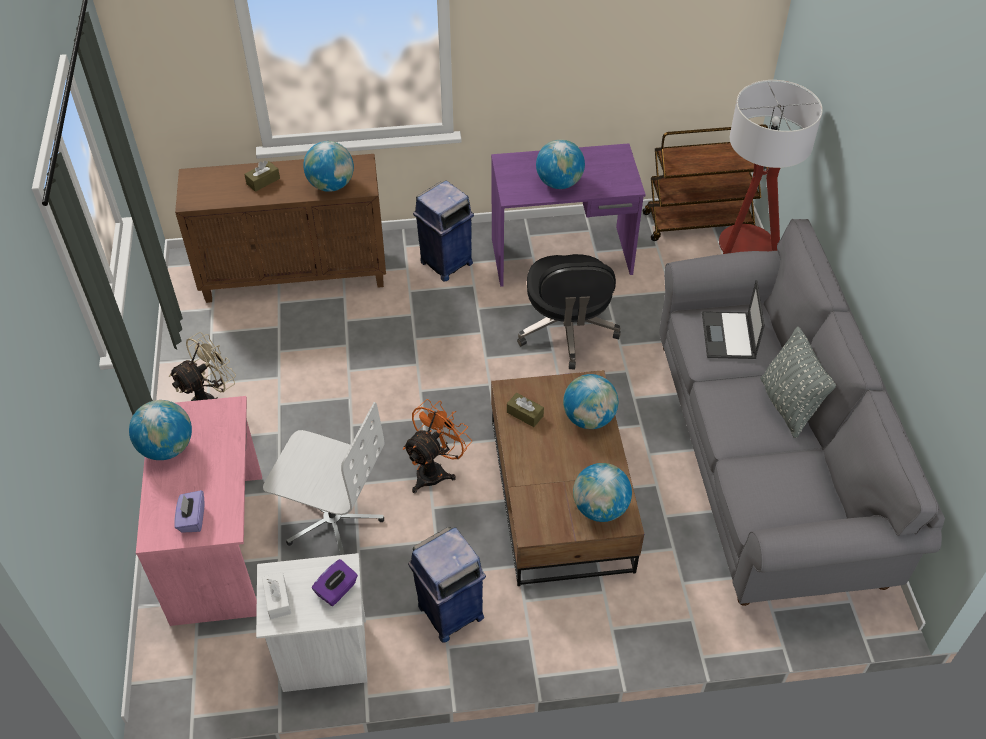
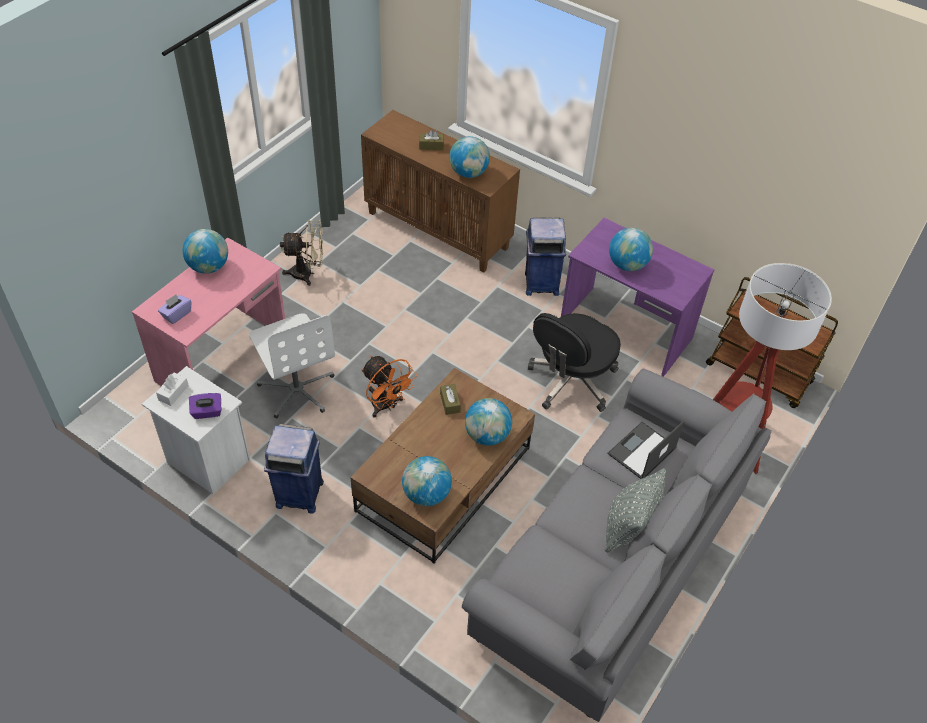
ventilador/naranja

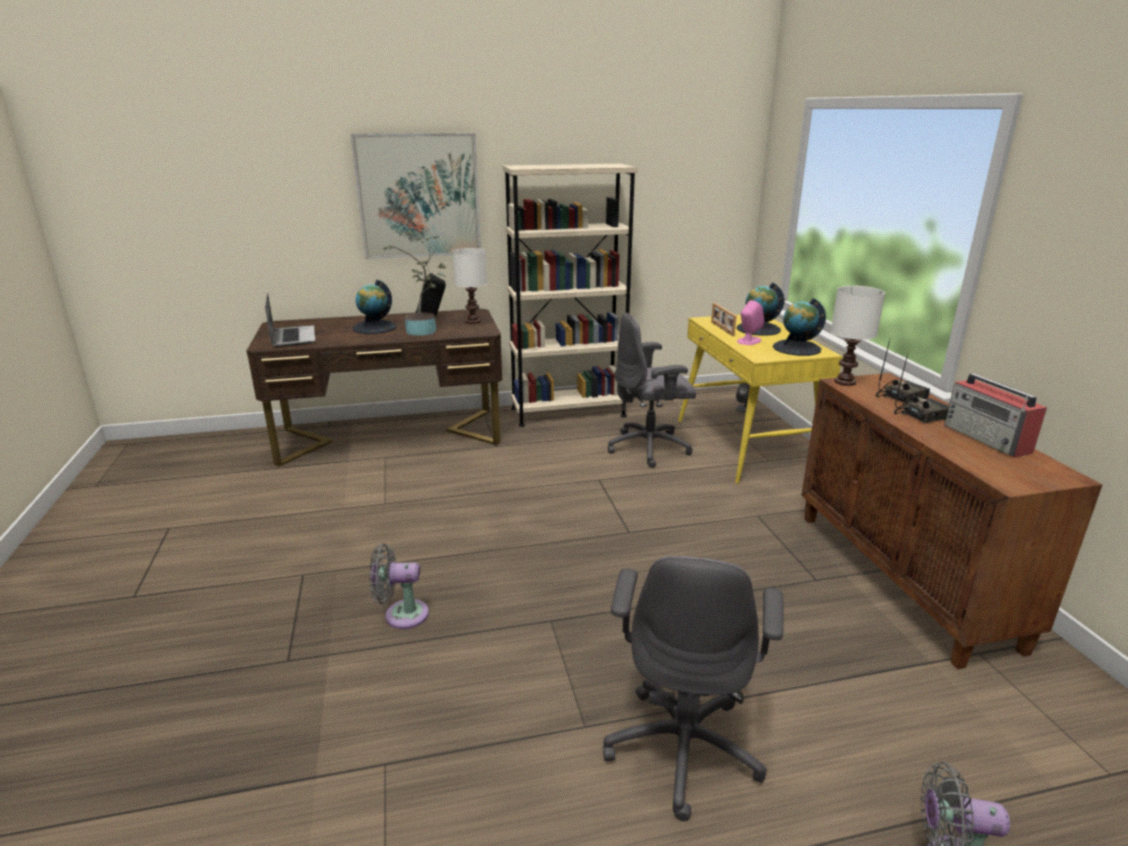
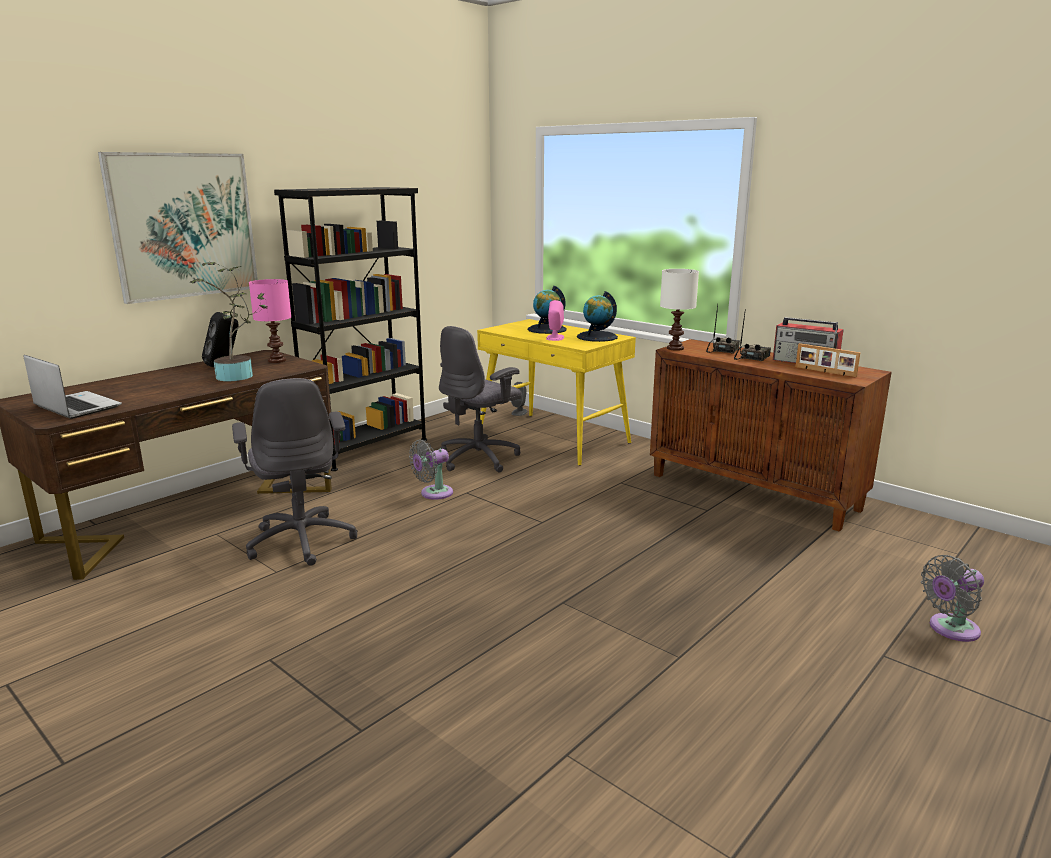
globo terráqueo (1st from left in the first image)
ventilador/gris (1st from left)
silla de oficina/gris (1st from left)
portarretratos
lámpara de mesa/rosa
estantería/negro

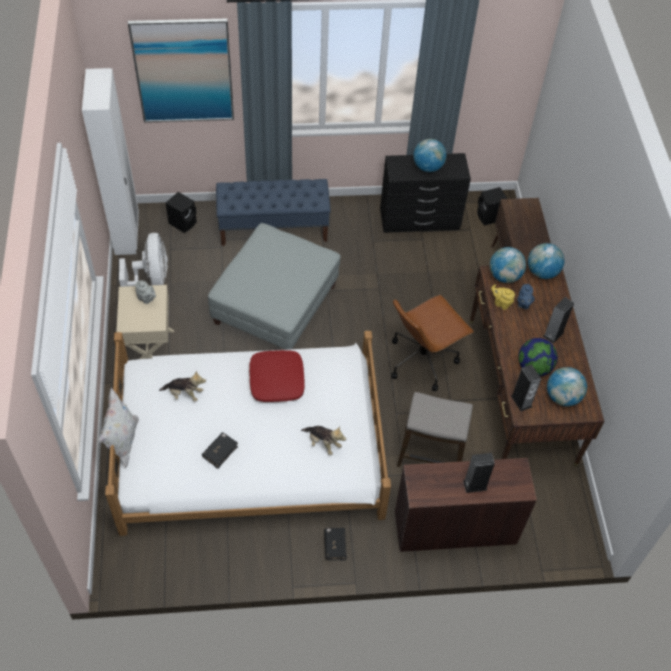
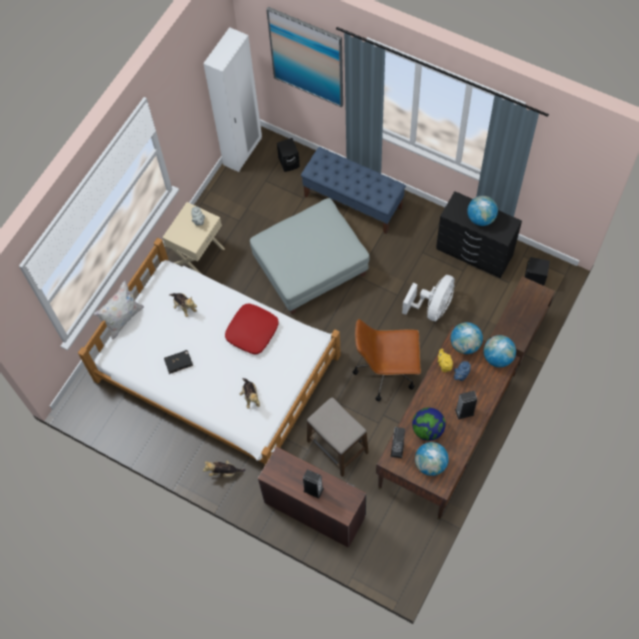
ventilador/blanco
peluche (2nd from left)

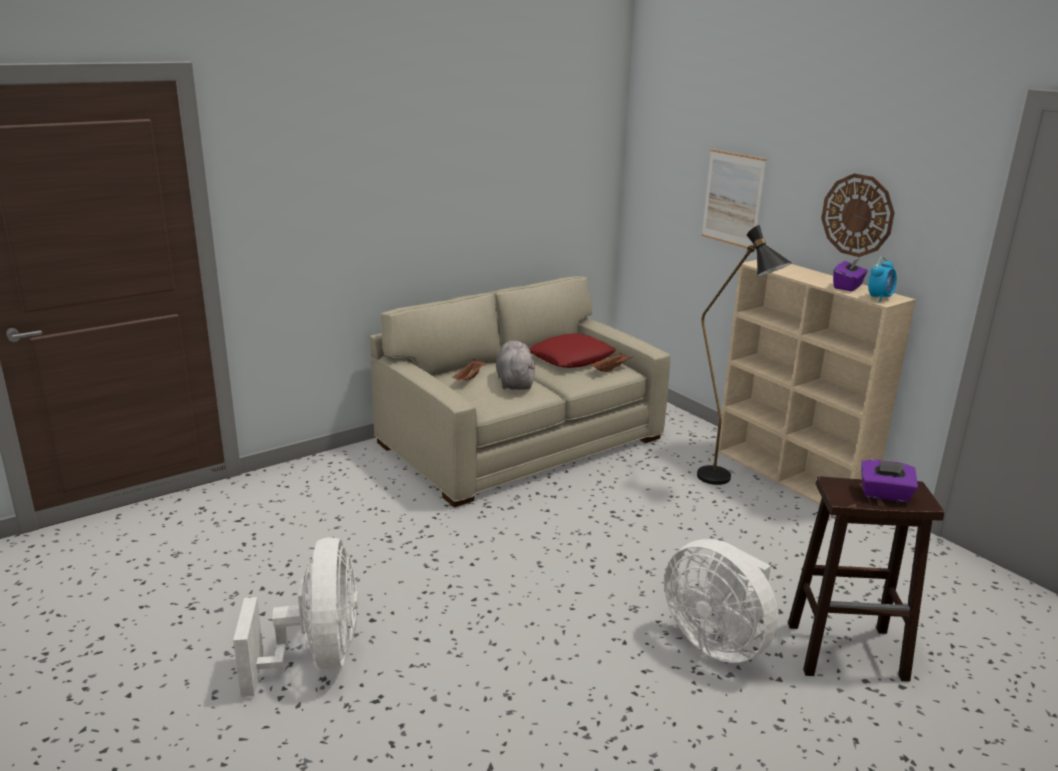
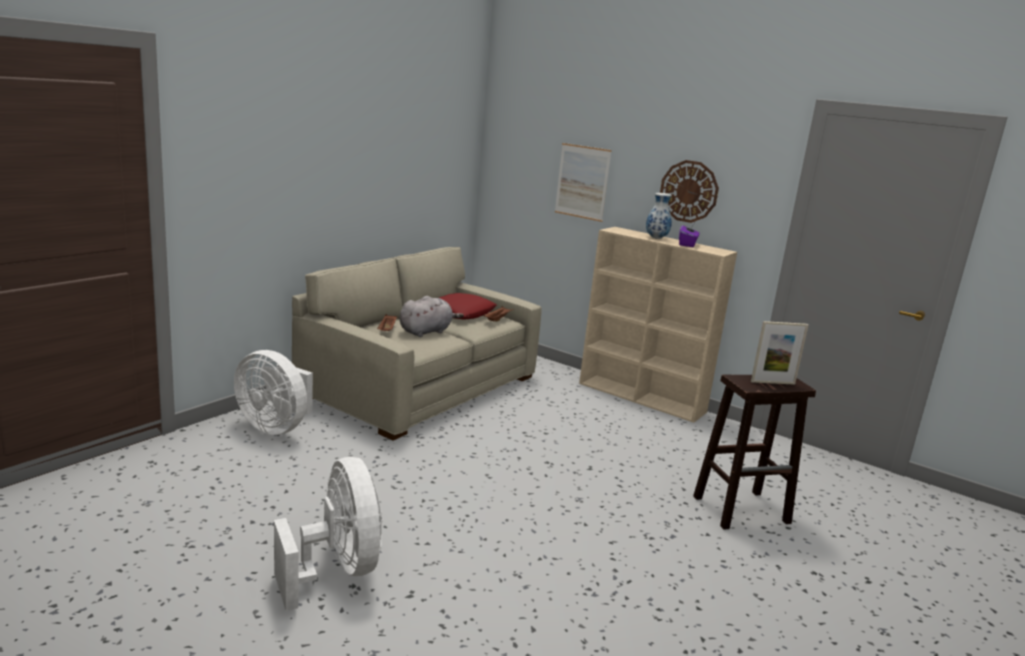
lámpara de pie/negro
despertador
florero
ventilador/blanco (1st from left)
portarretratos
peluche/gris

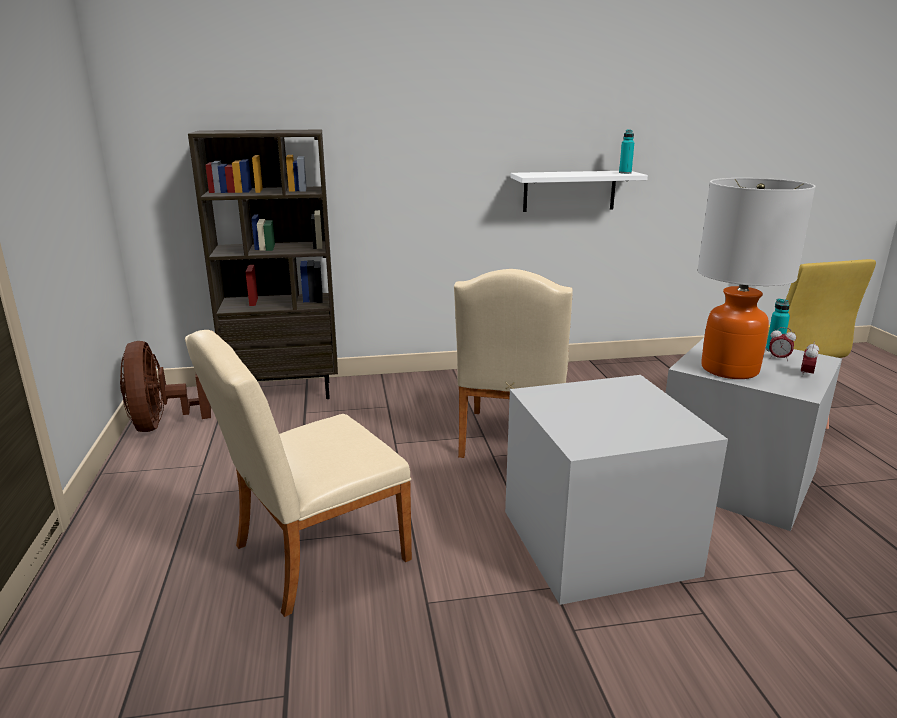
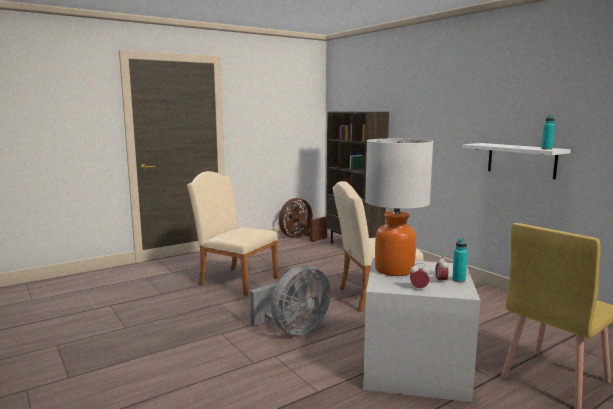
ventilador/gris

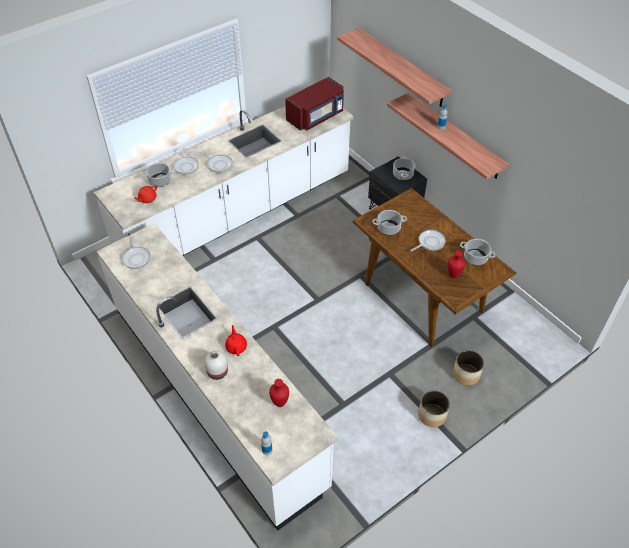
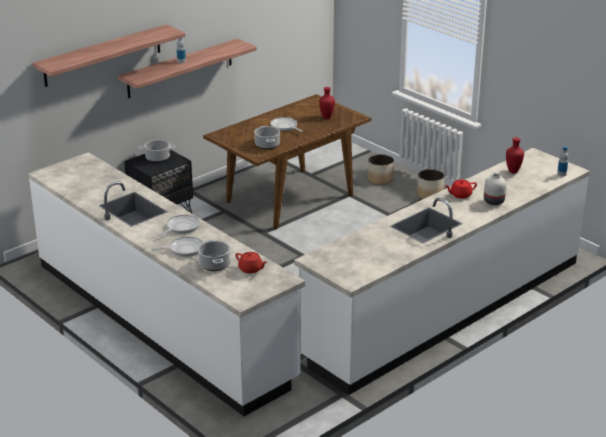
sartén (1st from left in the first image)
microondas/rojo
olla (4th from left in the first image)

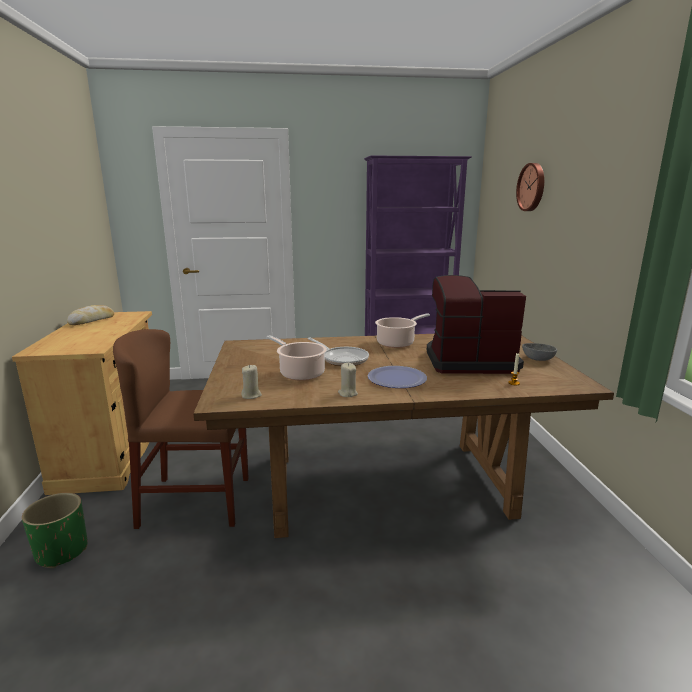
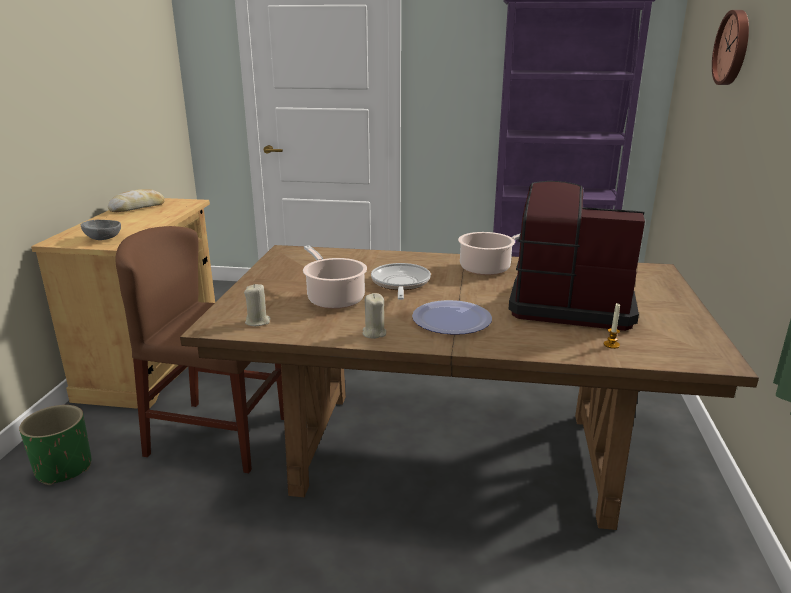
cuenco/gris
sartén

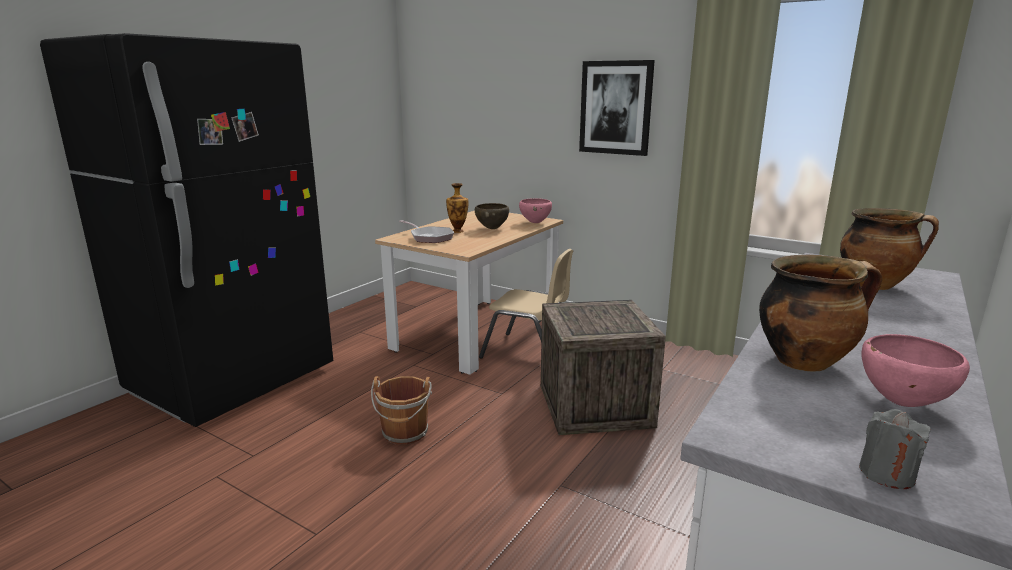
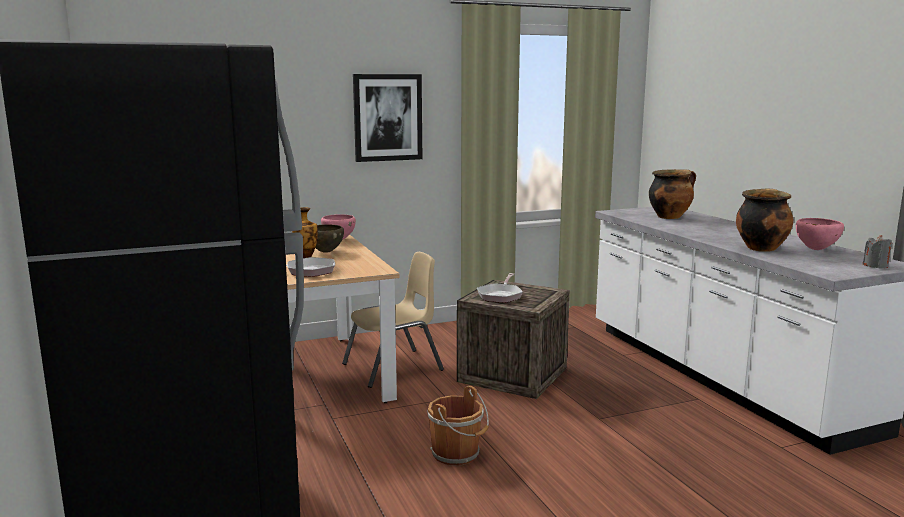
sartén (2nd from left)

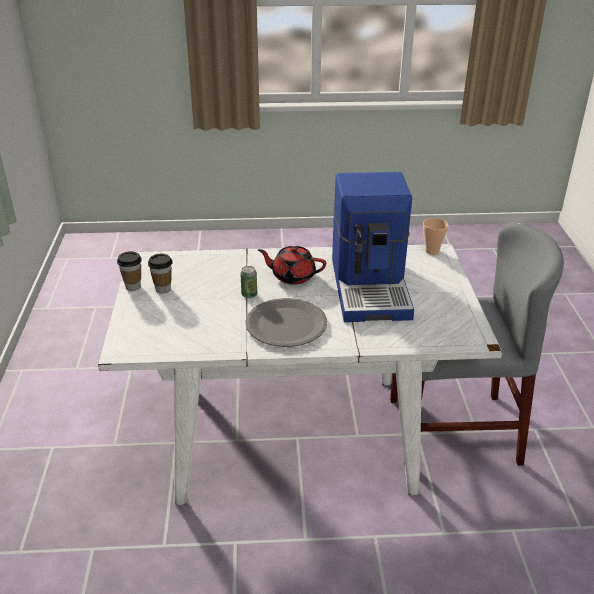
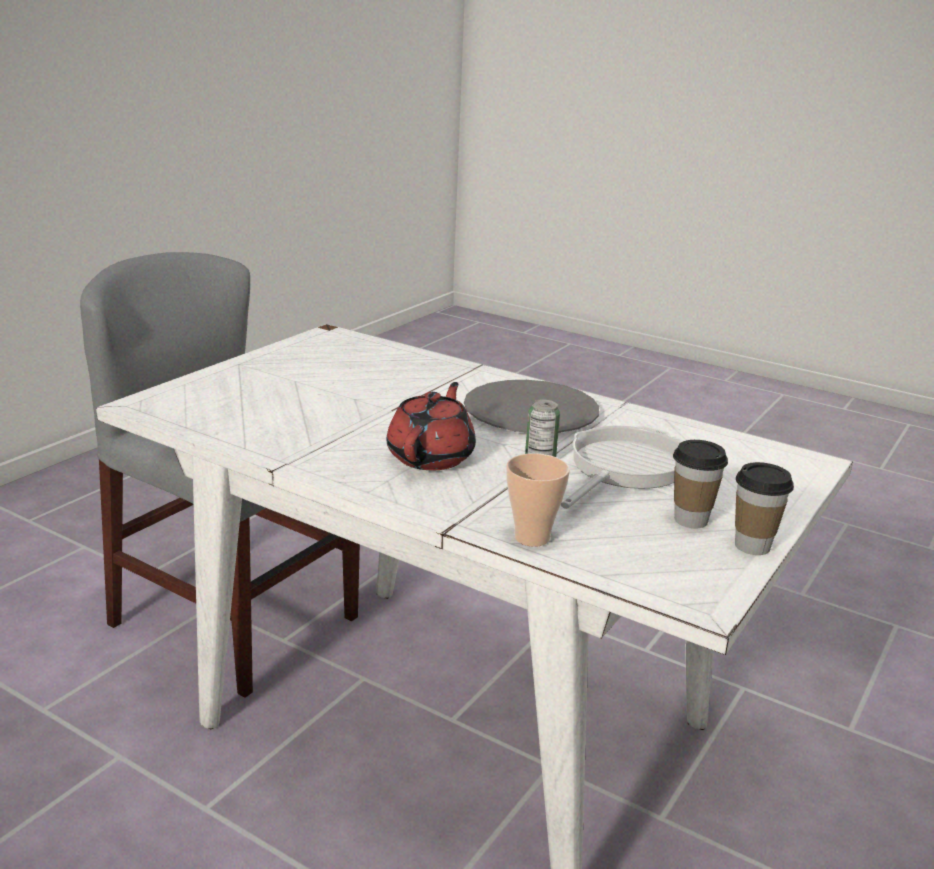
cafetera
sartén
taza (1st from left)
tetera/rojo

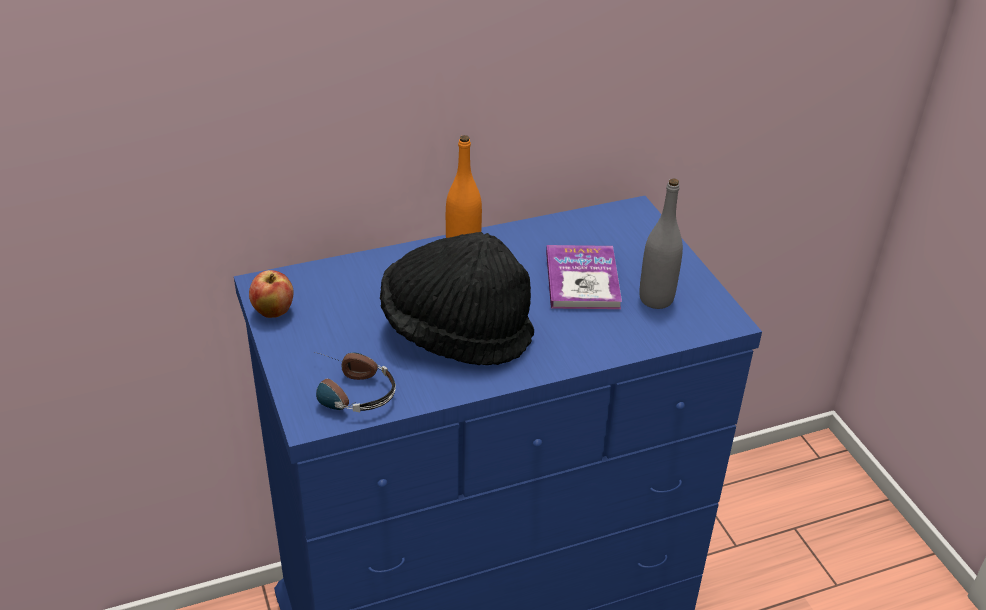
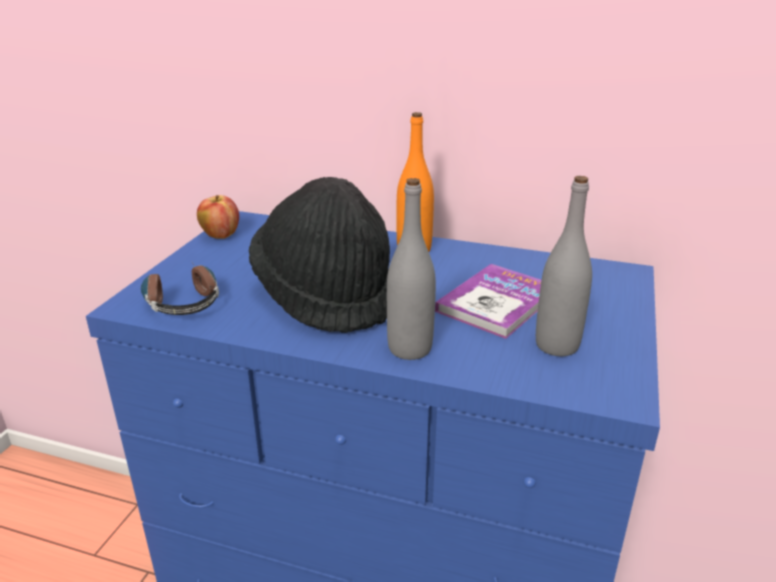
botella/gris (1st from left)

